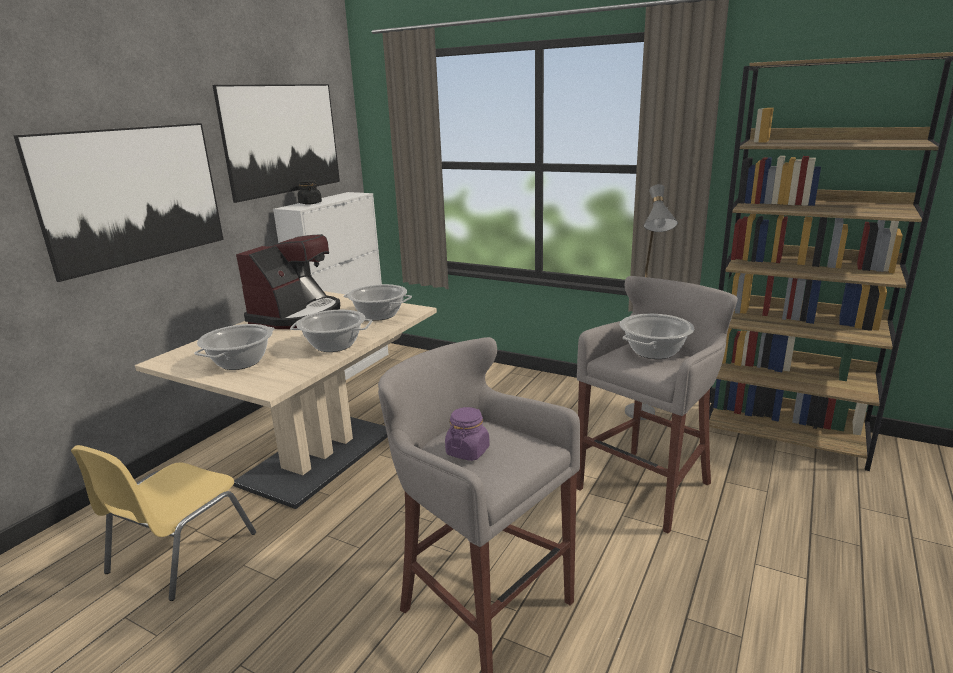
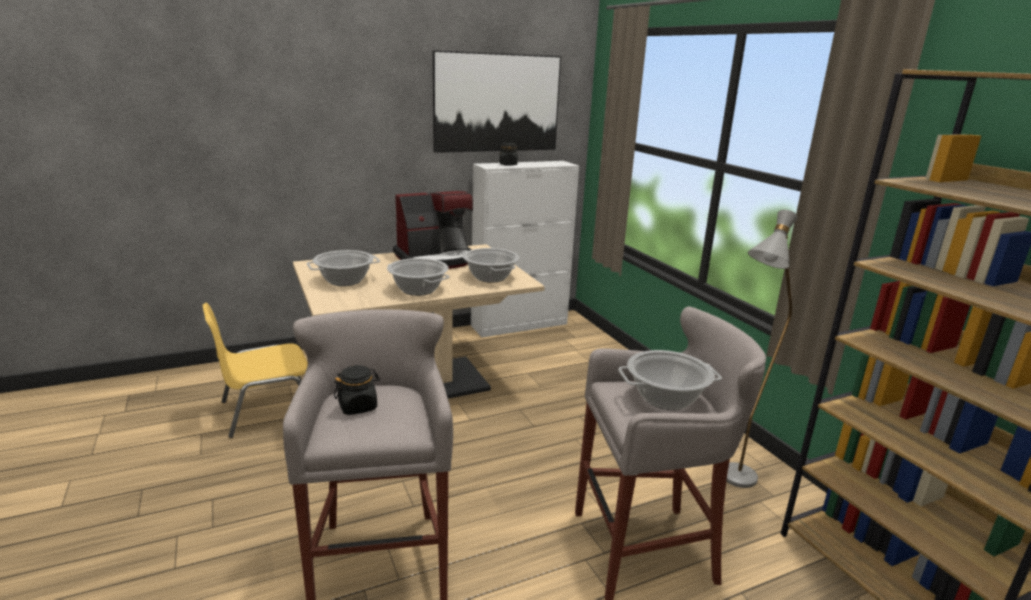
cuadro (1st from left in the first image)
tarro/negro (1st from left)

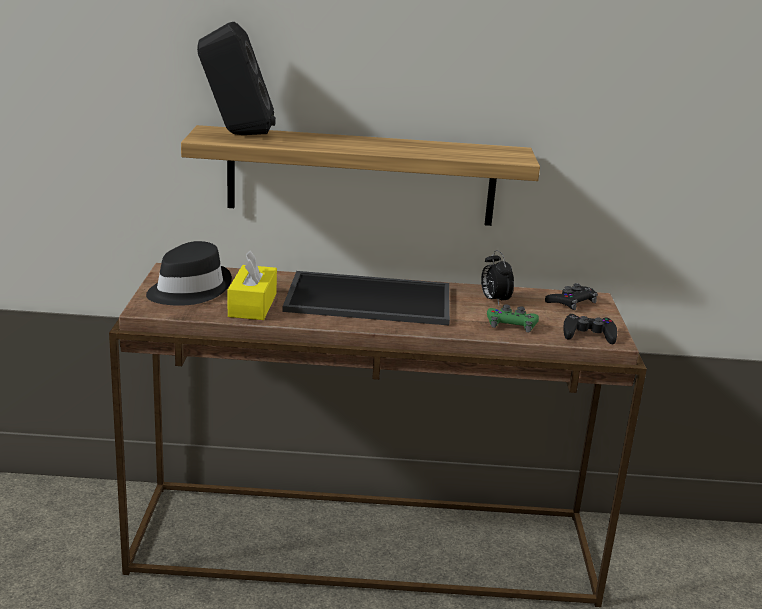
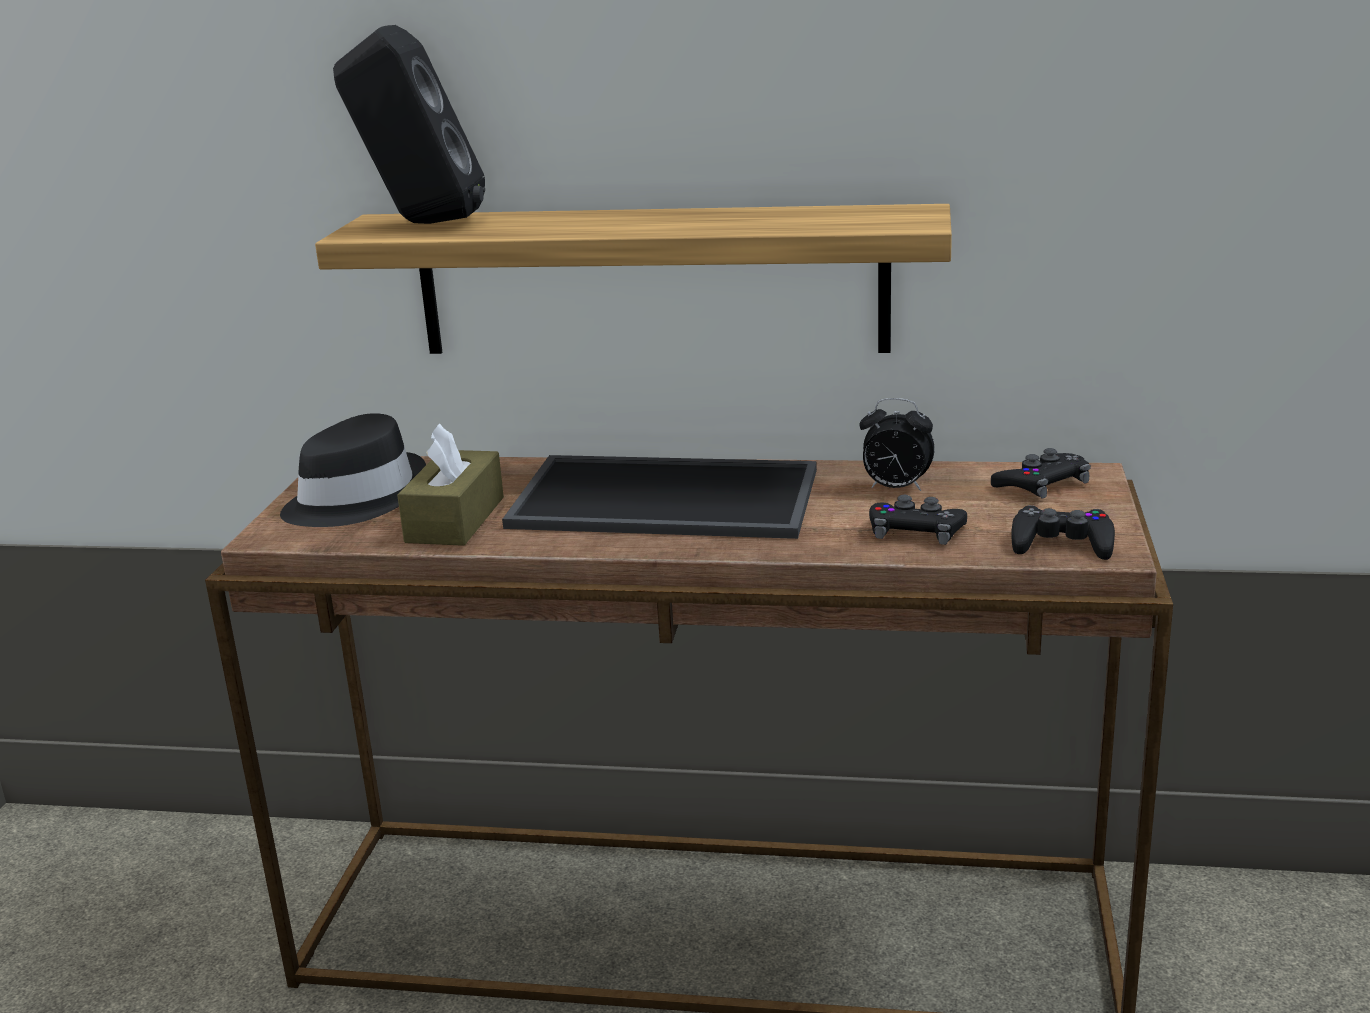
caja de pañuelos/marrón
mando de consola/negro (1st from left)
despertador

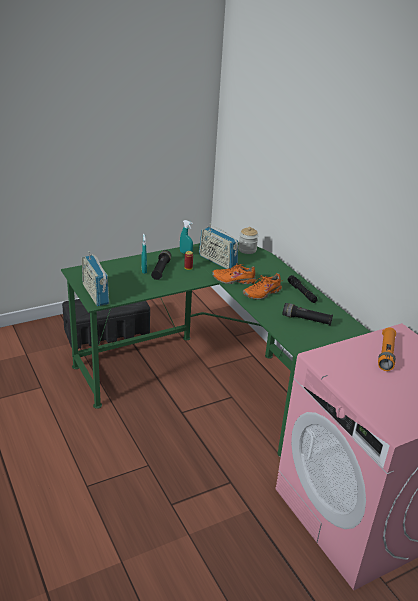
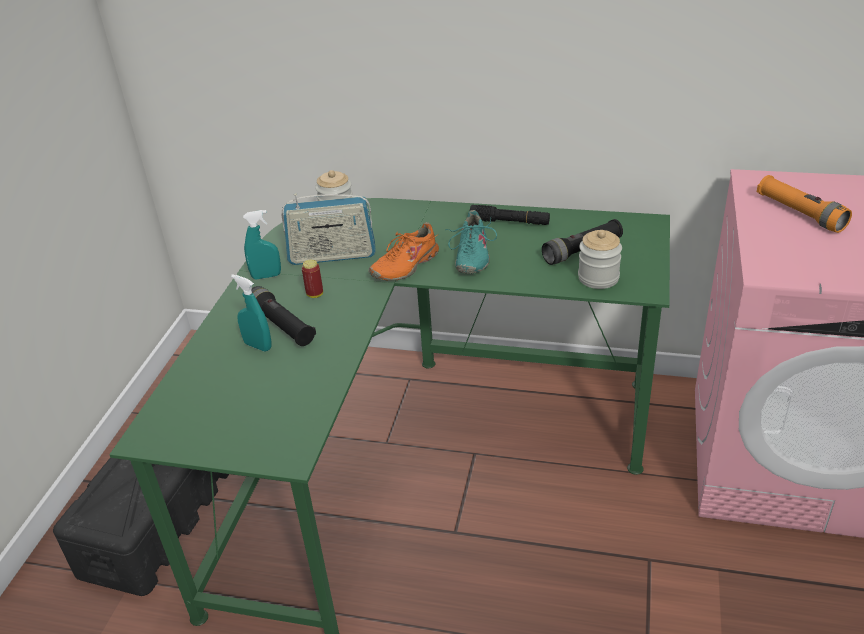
radio (1st from left in the first image)
tarro (2nd from left)
zapato/turquesa

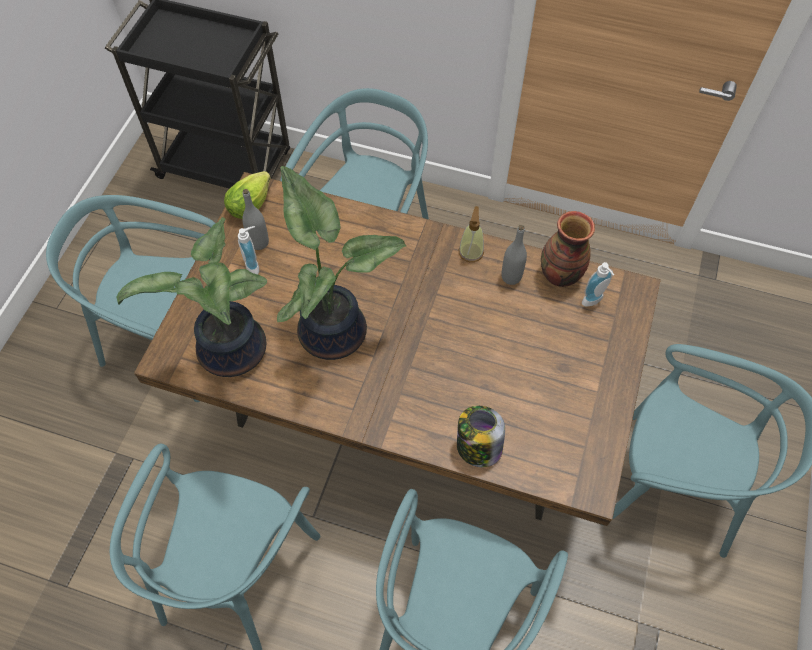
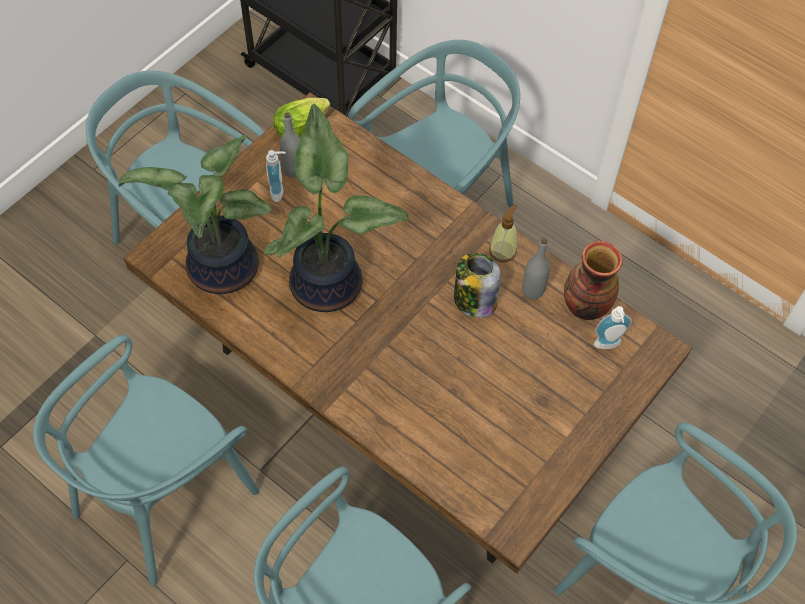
tarro

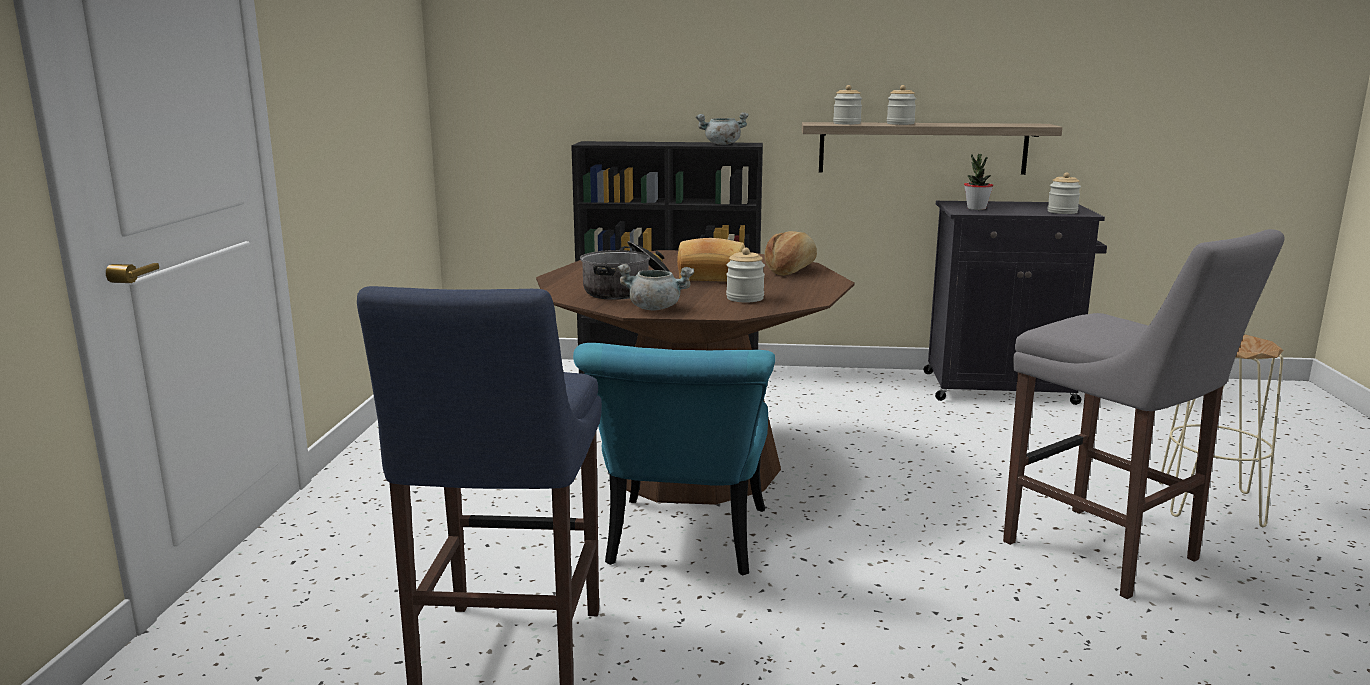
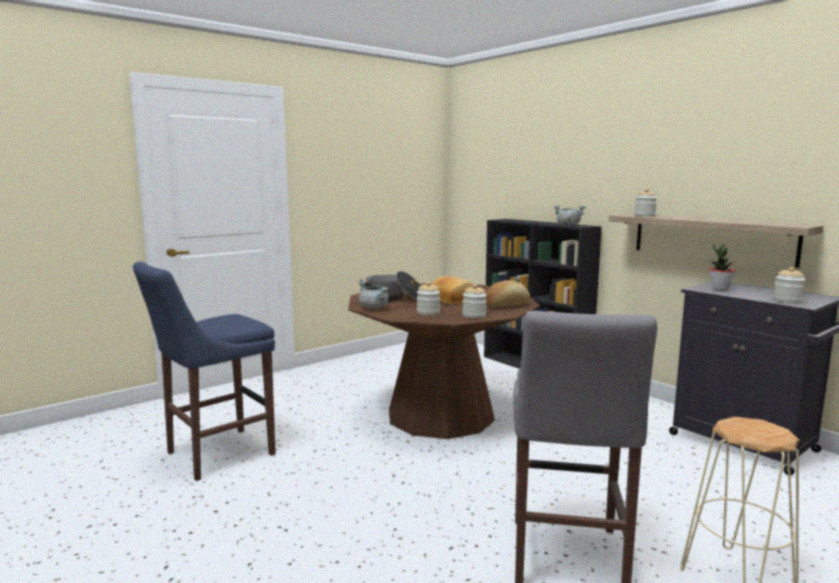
silla/turquesa
tarro (2nd from left)

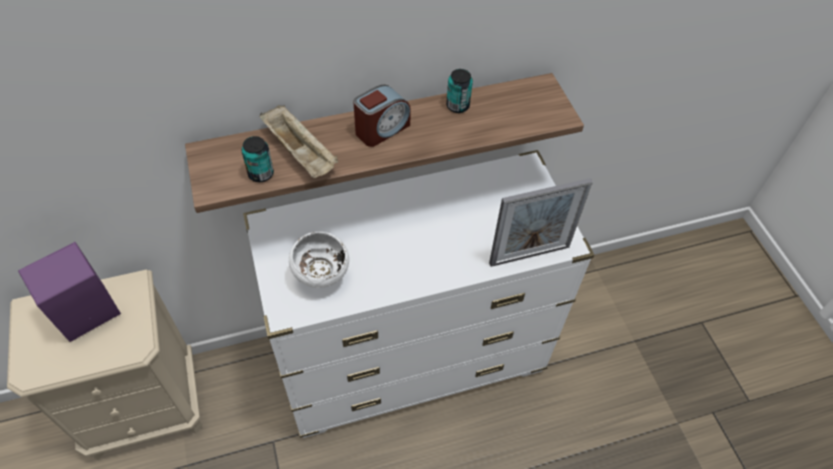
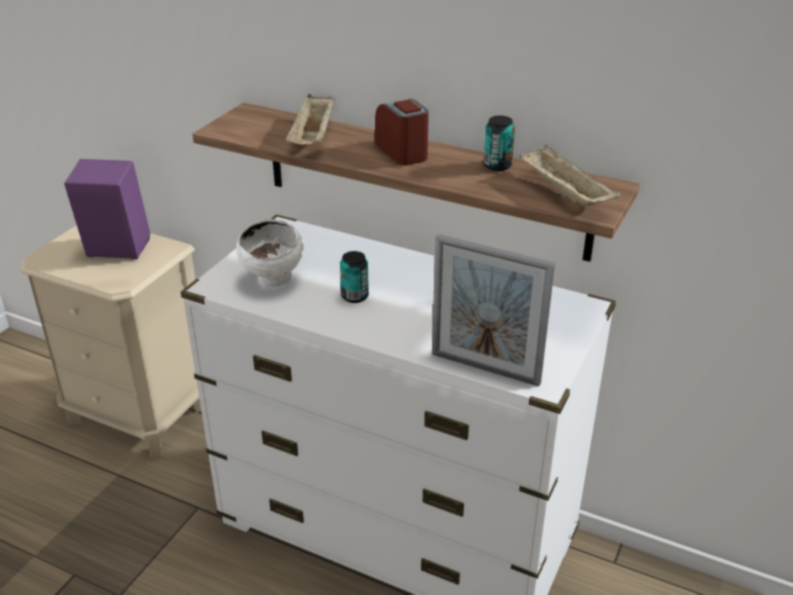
bandeja/beis (2nd from left)
lata (1st from left)
despertador

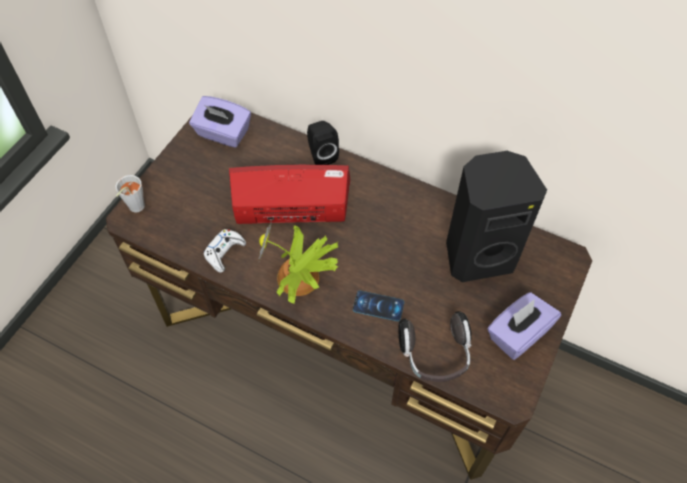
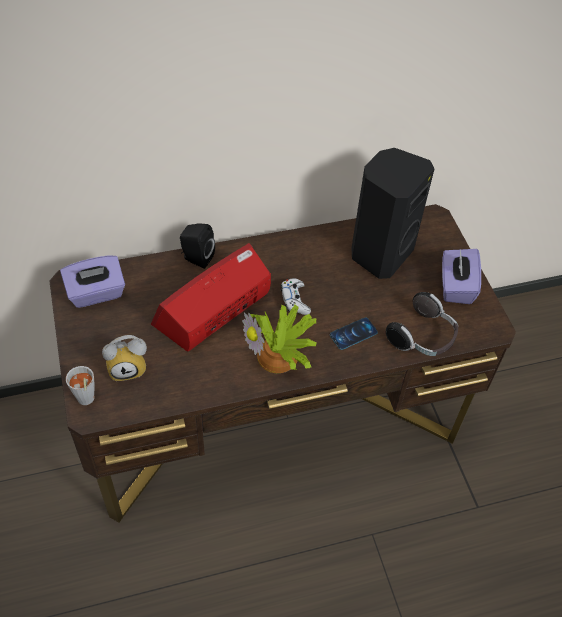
despertador
mando de consola/blanco

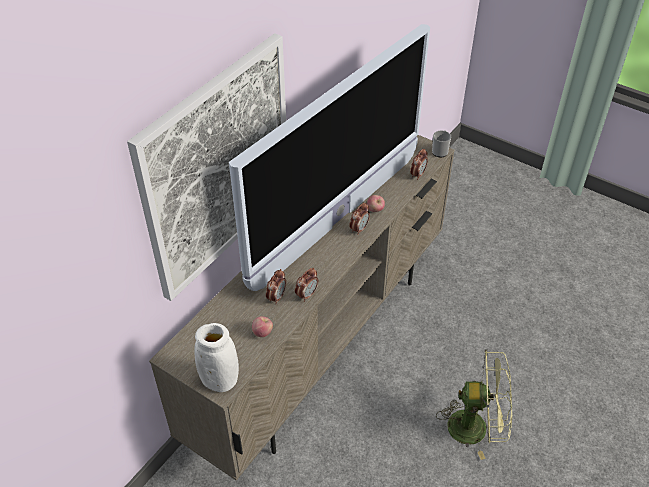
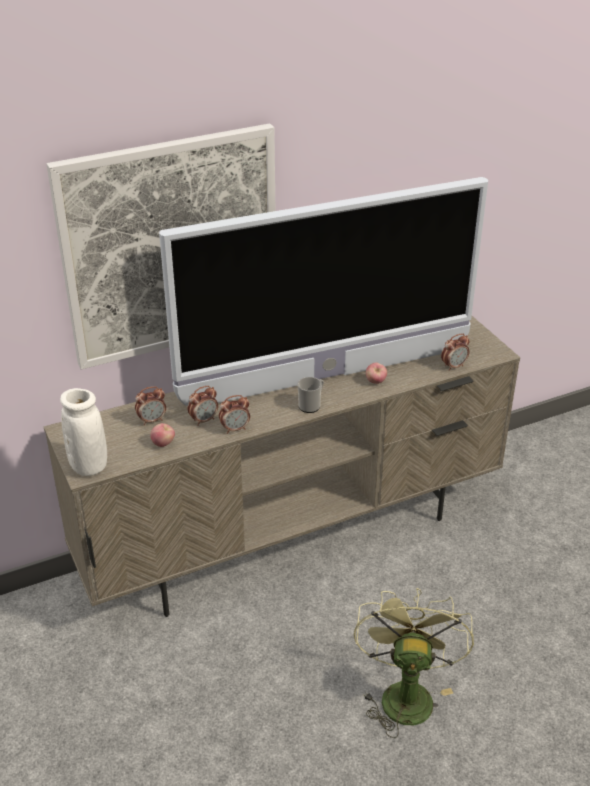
despertador (1st from left)
taza grande
ventilador/verde

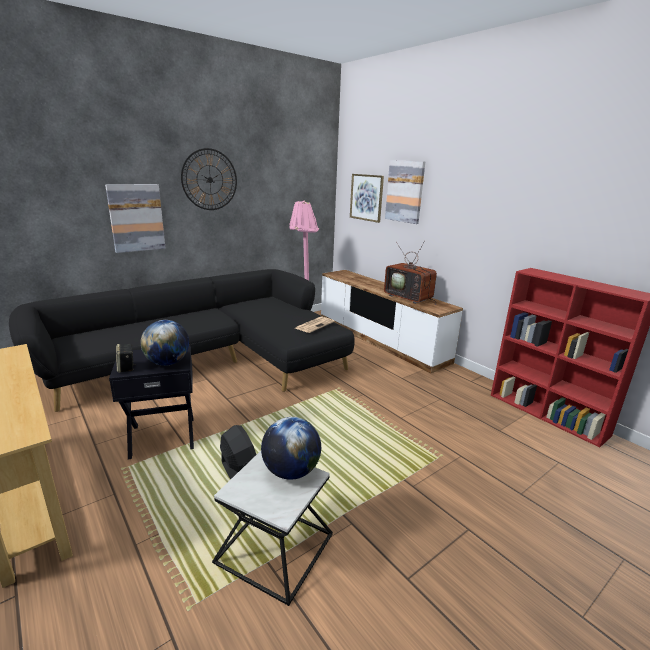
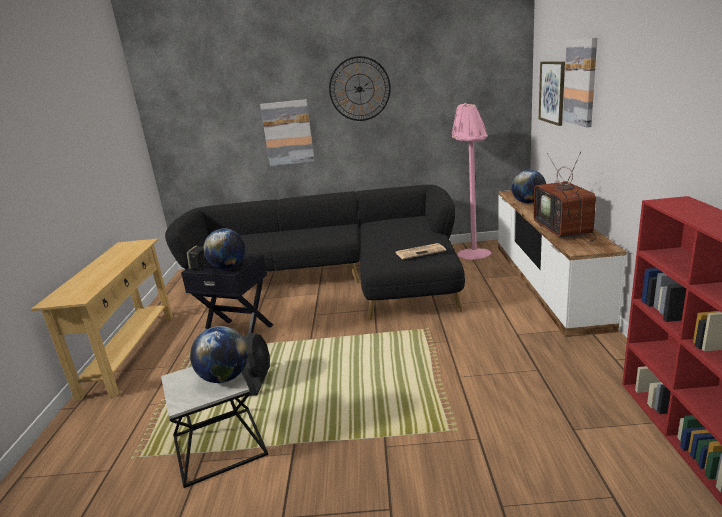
globo terráqueo (3rd from left)

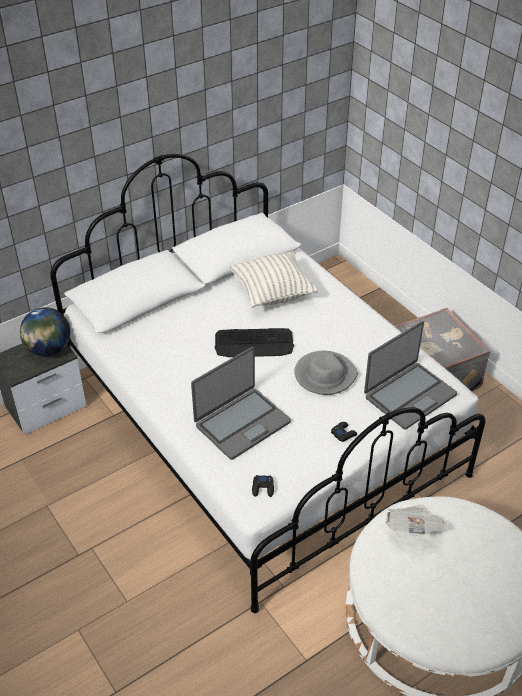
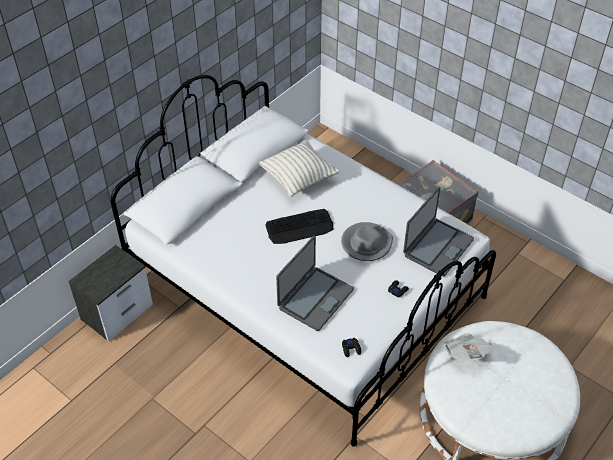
globo terráqueo

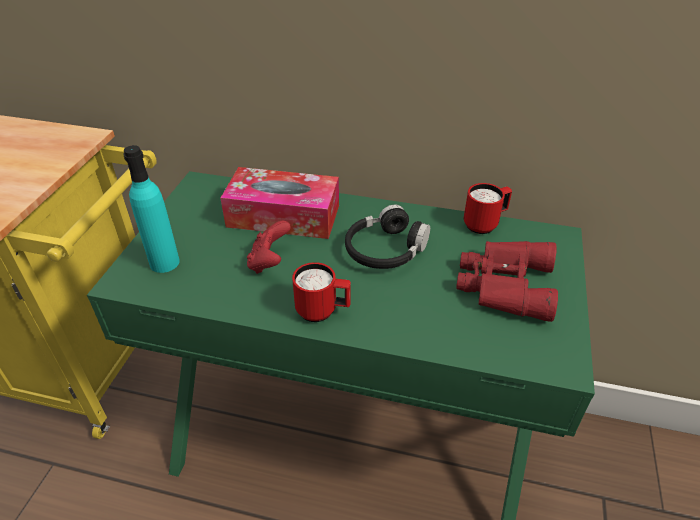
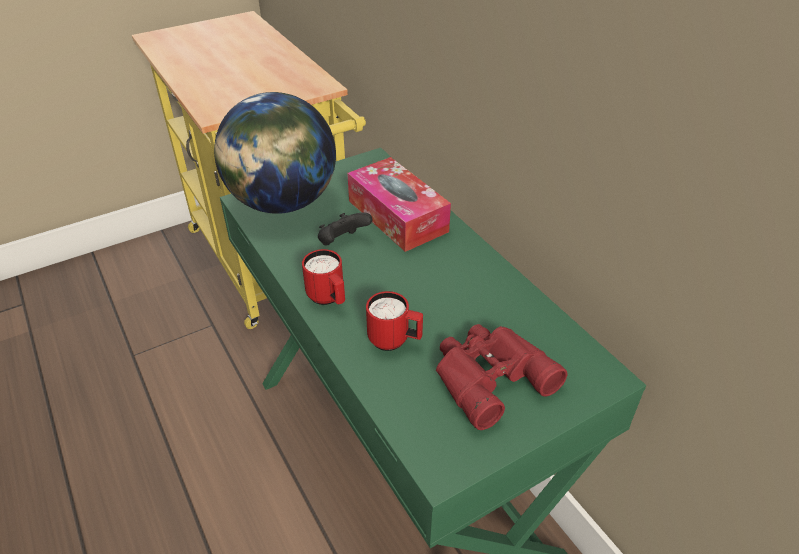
auriculares/negro
taza grande/rojo (2nd from left)
globo terráqueo
mando de consola/negro

